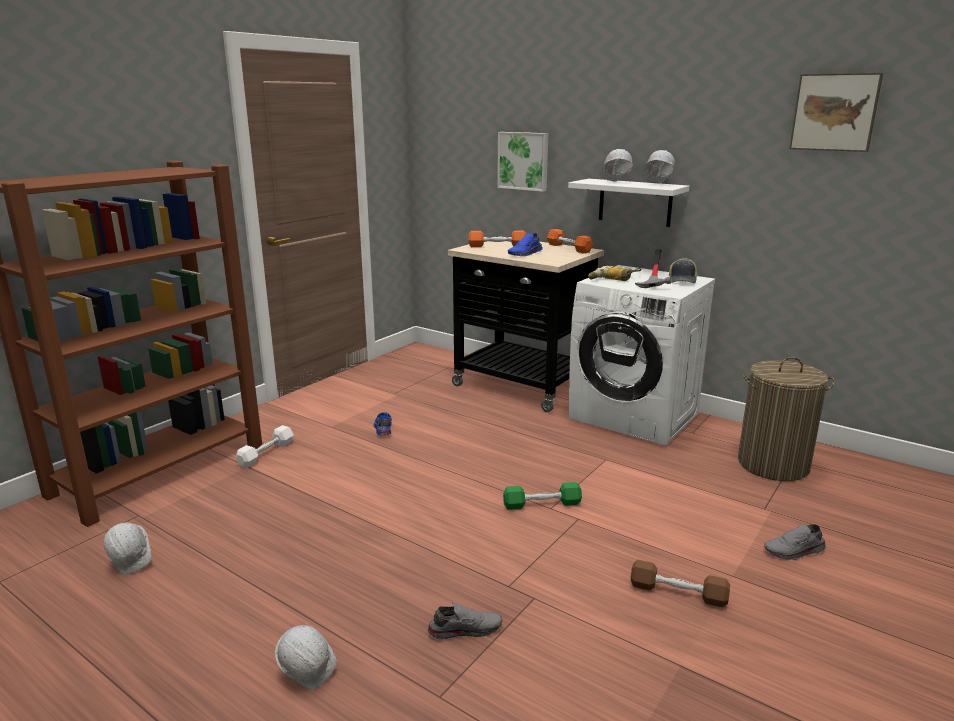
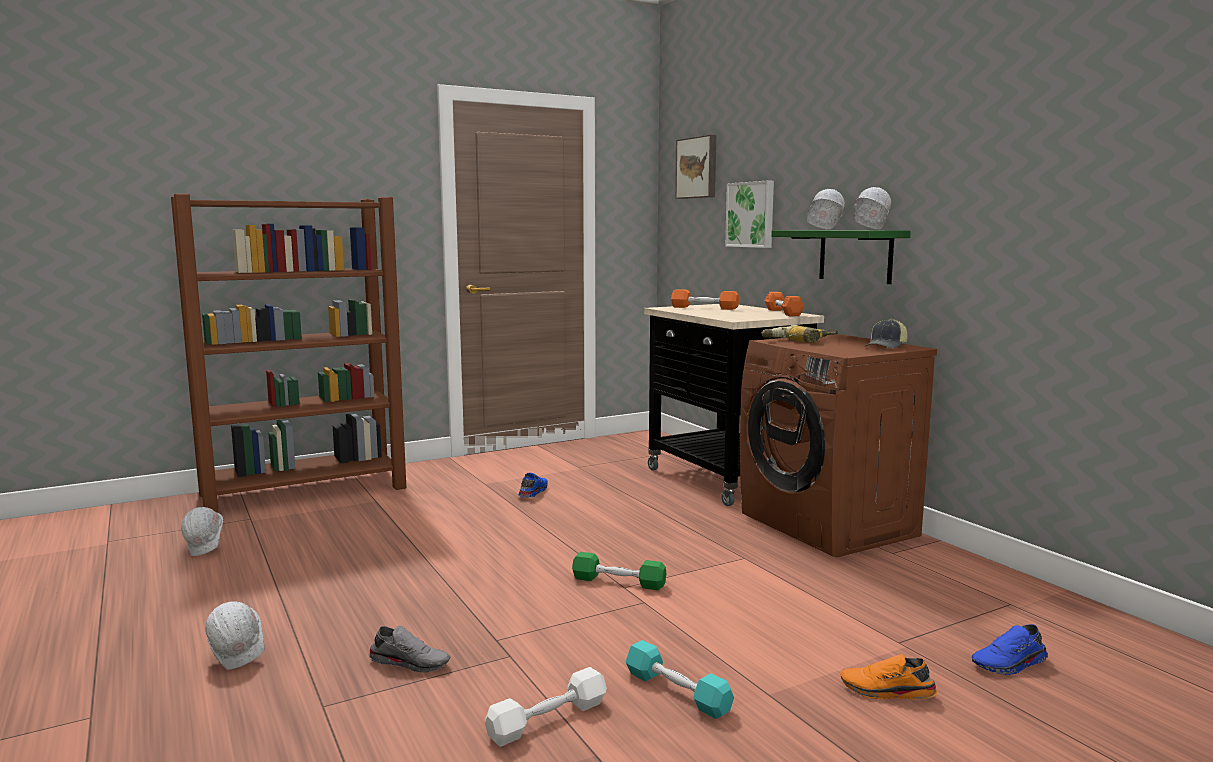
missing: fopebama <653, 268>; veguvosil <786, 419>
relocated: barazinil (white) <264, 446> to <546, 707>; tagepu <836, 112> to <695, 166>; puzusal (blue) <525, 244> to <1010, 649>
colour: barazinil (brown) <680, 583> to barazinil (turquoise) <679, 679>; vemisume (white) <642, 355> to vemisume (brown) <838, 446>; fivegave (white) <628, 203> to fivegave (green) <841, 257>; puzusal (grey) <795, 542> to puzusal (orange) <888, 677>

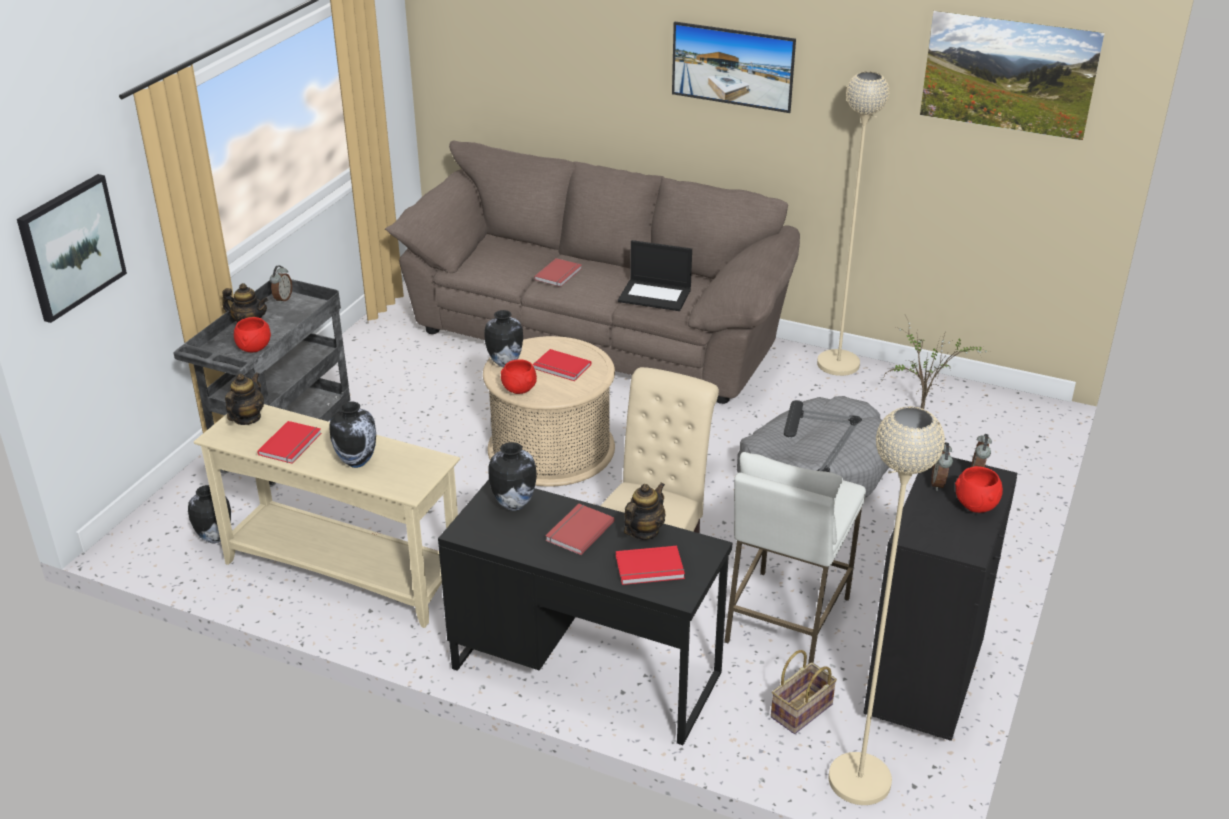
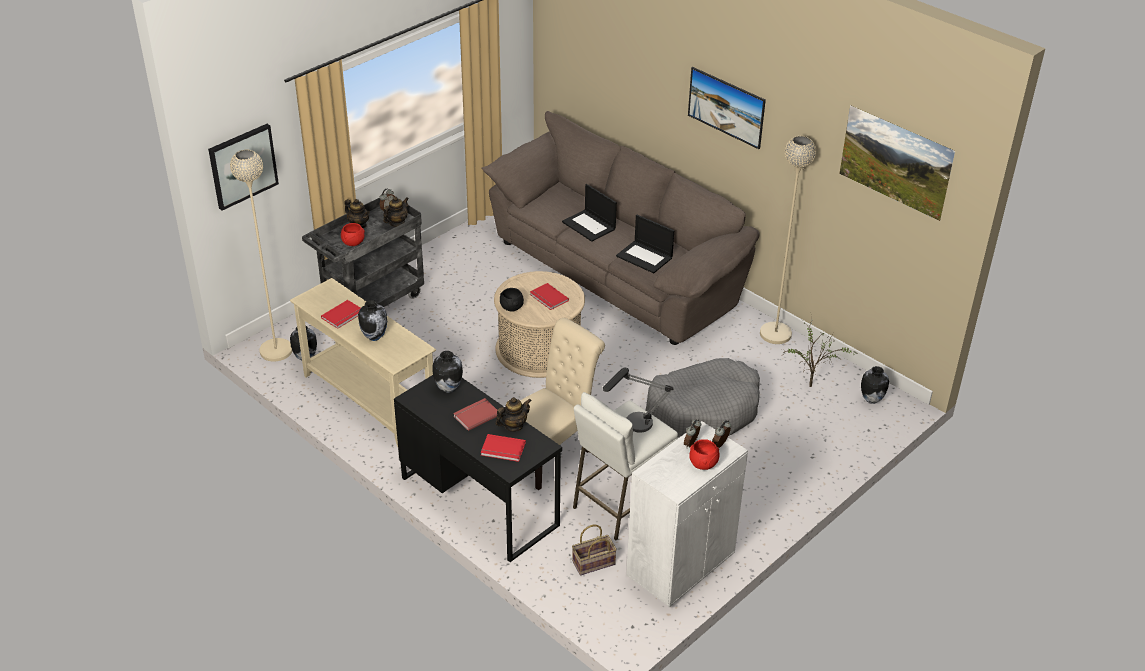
relocated: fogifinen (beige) <886, 605> to <261, 256>; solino <244, 399> to <396, 211>; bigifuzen <503, 338> to <875, 385>
exchanged: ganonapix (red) <558, 272> to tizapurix <589, 213>
colour: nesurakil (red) <519, 376> to nesurakil (black) <512, 299>; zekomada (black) <940, 599> to zekomada (white) <687, 514>

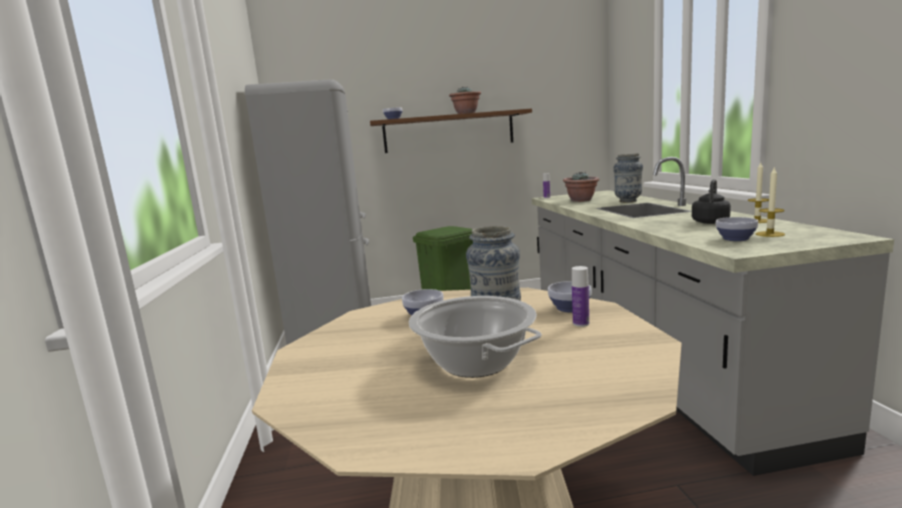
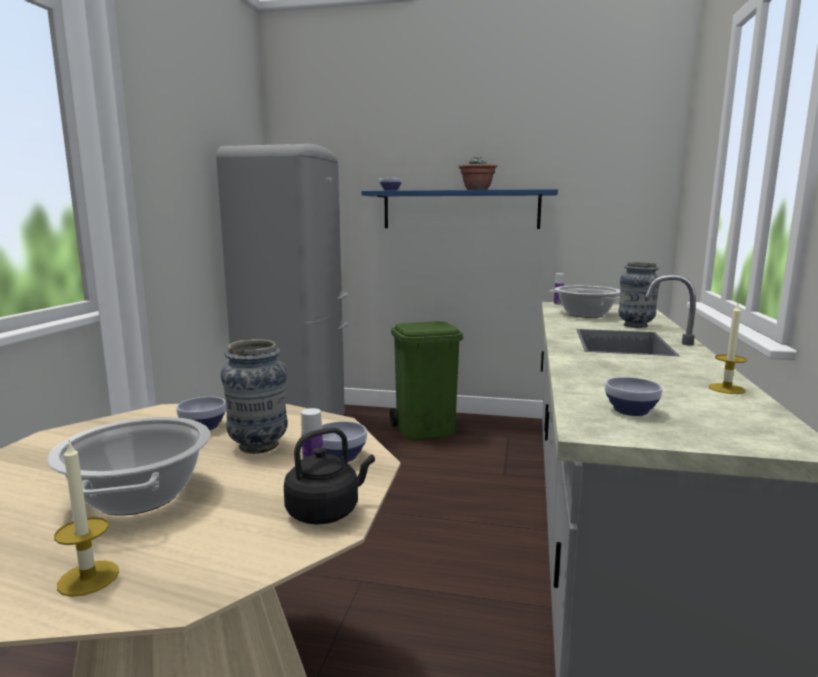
relocated: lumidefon <770, 201> to <86, 518>; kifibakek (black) <711, 201> to <329, 476>
exchanged: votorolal <581, 187> to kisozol <585, 302>
colour: fivegave (brown) <451, 131> to fivegave (blue) <460, 209>

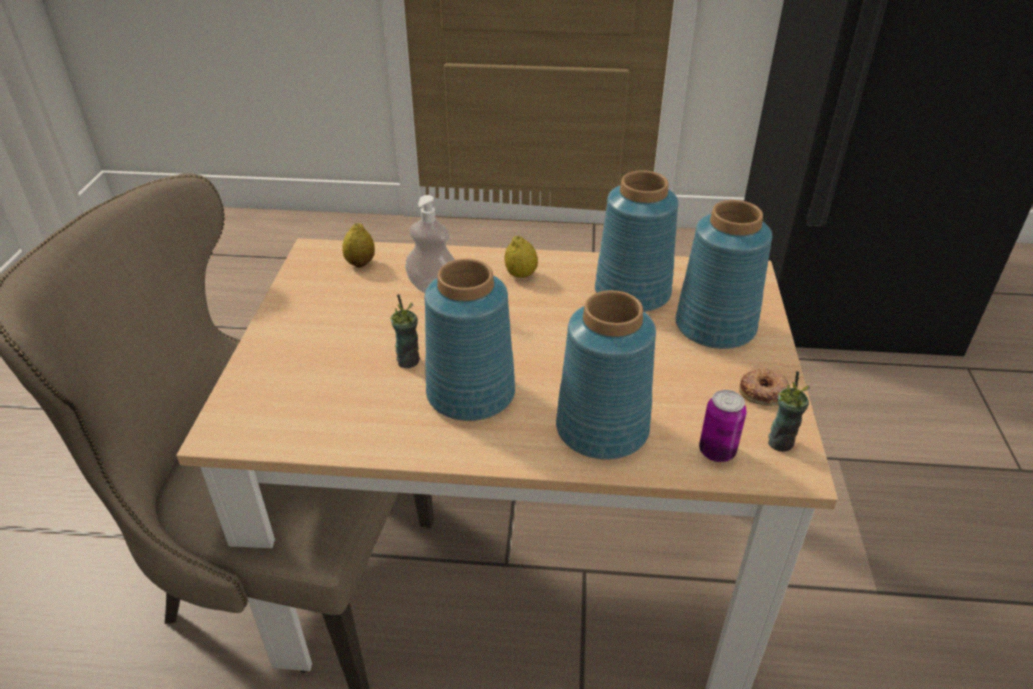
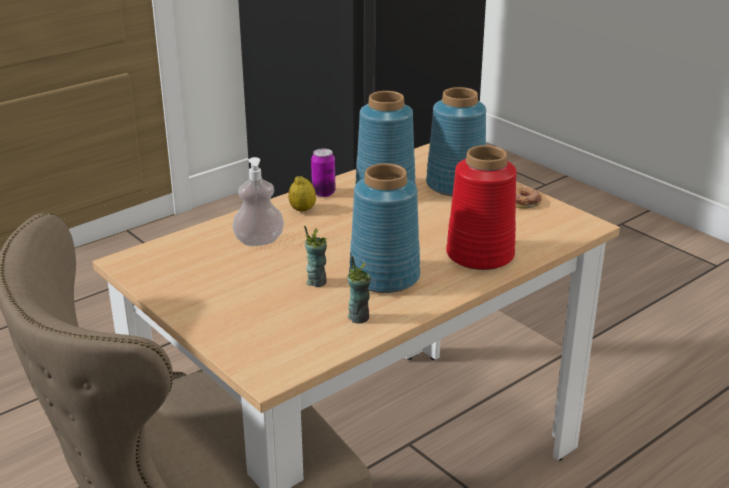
missing: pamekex <358, 245>
relocated: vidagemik <723, 426> to <323, 172>; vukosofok <789, 411> to <359, 290>
colour: bigifuzen (blue) <606, 375> to bigifuzen (red) <481, 207>

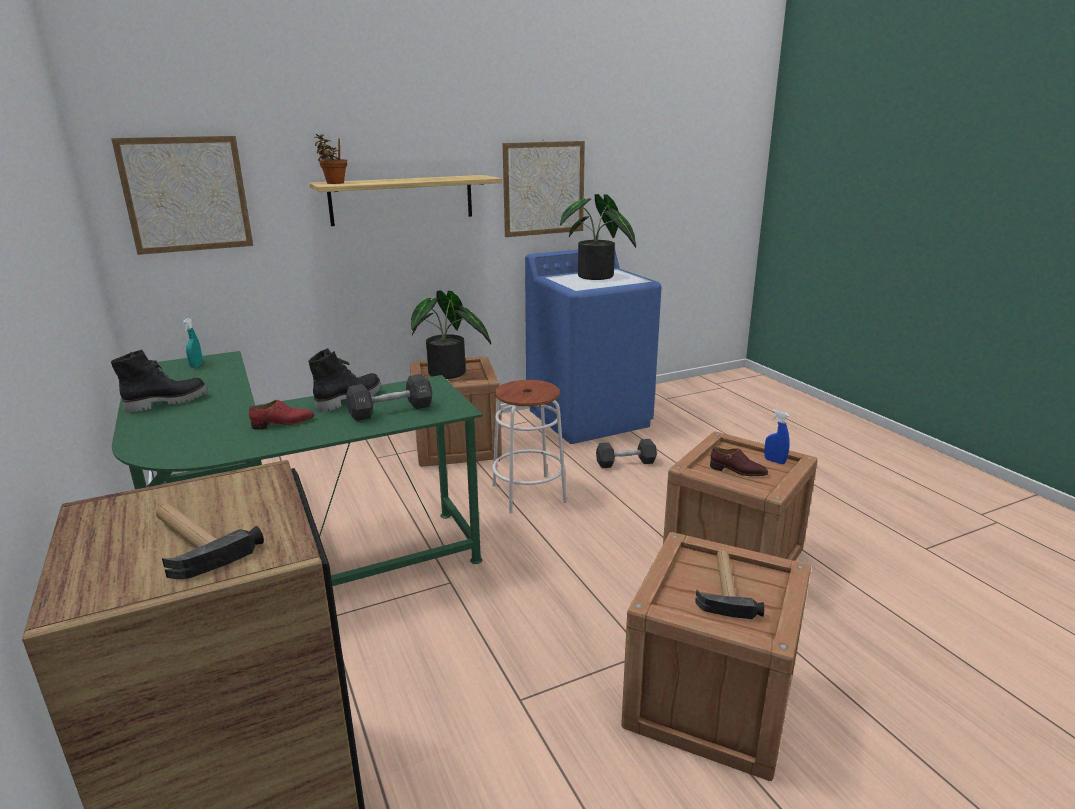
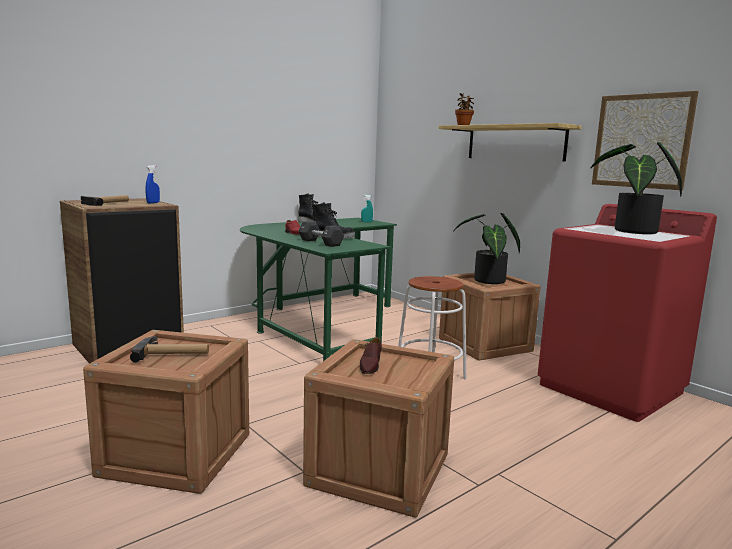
missing: tagepu <182, 194>; barazinil (black) <626, 453>
relocated: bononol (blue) <777, 436> to <152, 184>
colour: vemisume (blue) <593, 347> to vemisume (red) <627, 313>

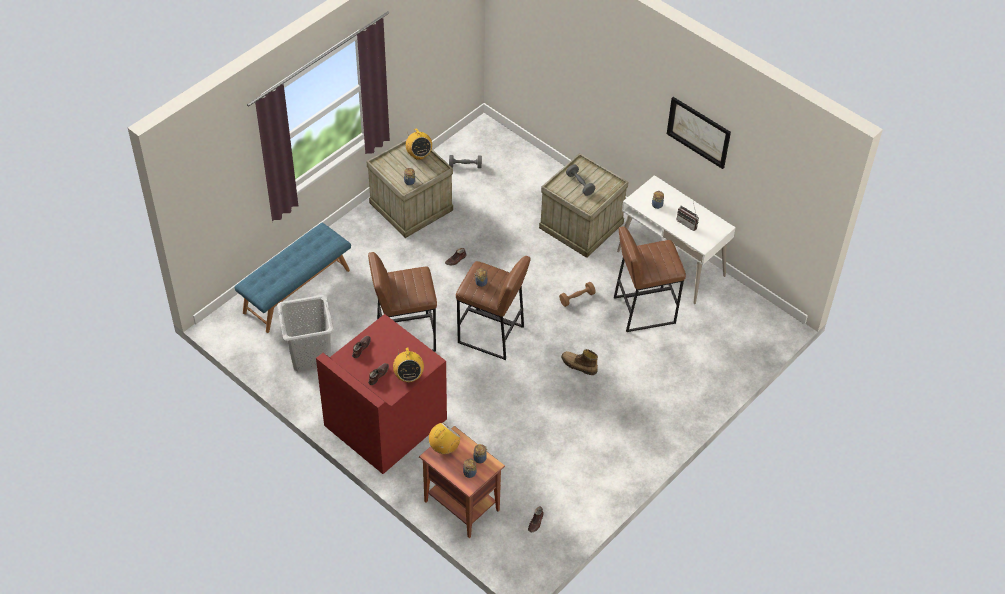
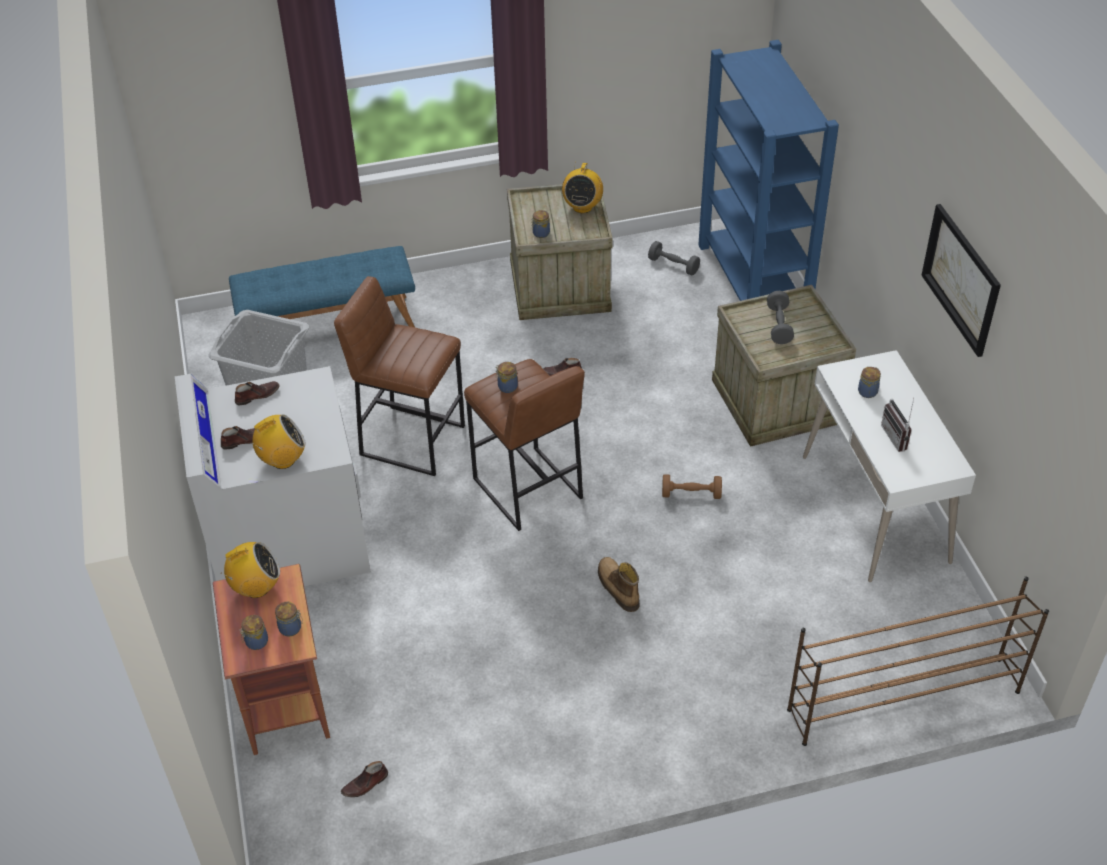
missing: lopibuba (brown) <650, 279>
appeared: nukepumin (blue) <768, 170>; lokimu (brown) <918, 661>
colour: vemisume (red) <381, 394> to vemisume (white) <273, 476>
spun: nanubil <408, 365> = <279, 441> 135 degrees counterclockwise

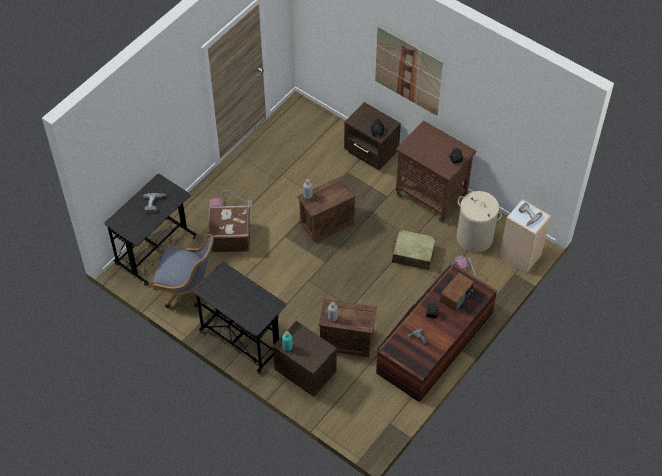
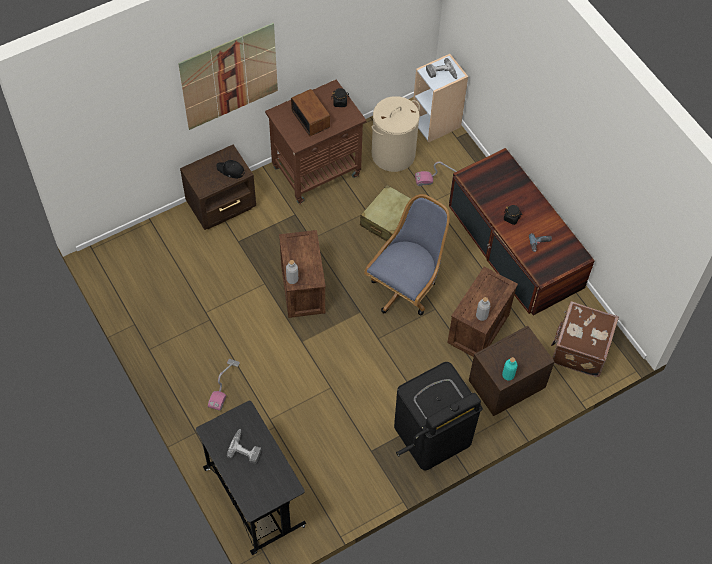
relocated: nanubil <457, 291> to <310, 112>; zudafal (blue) <183, 271> to <407, 254>; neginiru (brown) <229, 228> to <585, 339>
exchanged: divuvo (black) <239, 318> to vemisume (black) <438, 416>

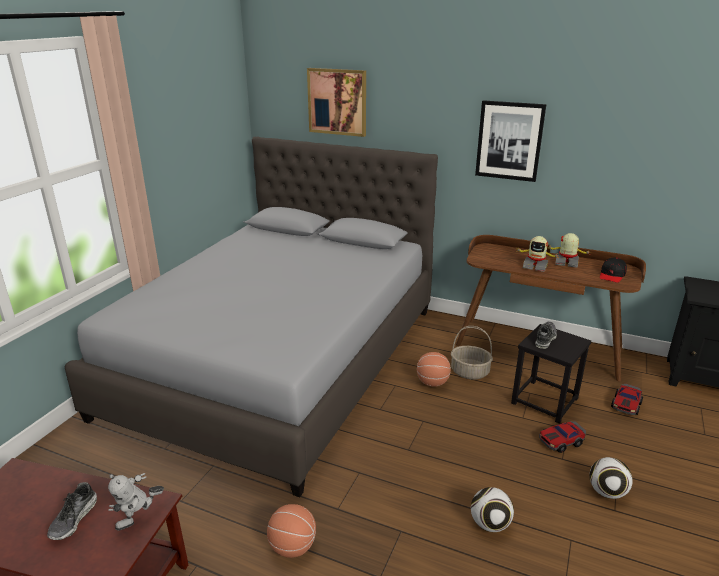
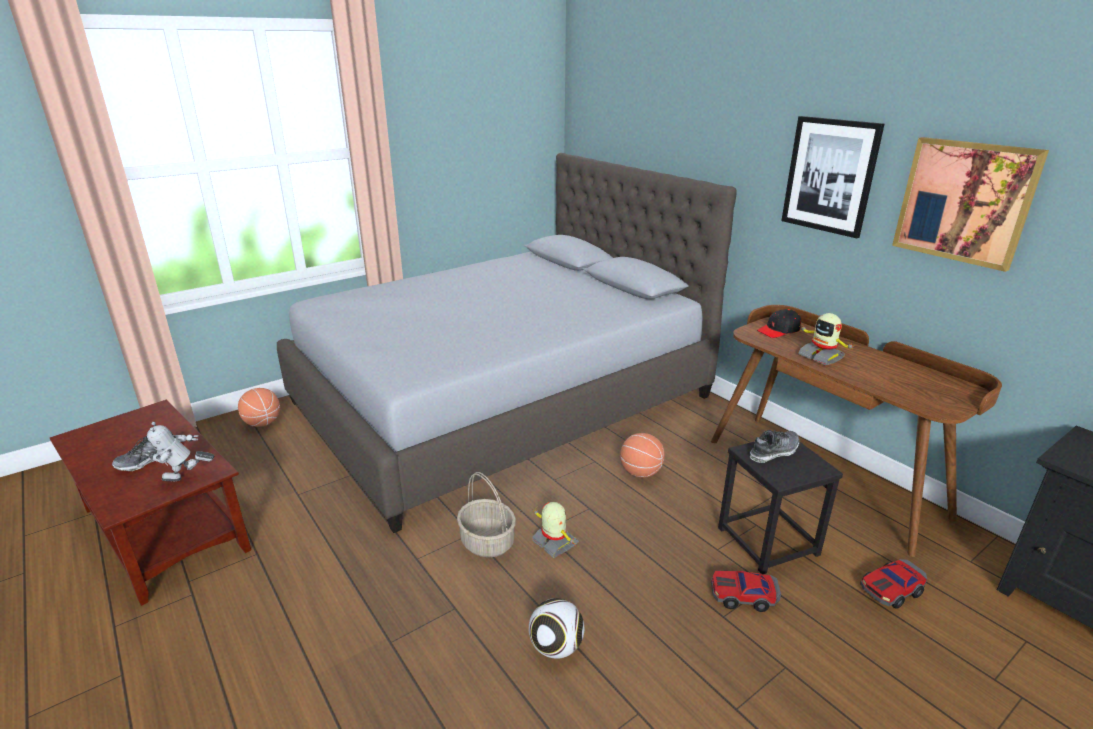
missing: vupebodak <611, 478>
relocated: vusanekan <291, 531> to <259, 407>; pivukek <472, 353> to <486, 515>; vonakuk <569, 250> to <555, 530>; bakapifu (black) <613, 270> to <779, 323>; tagepu <336, 102> to <970, 204>

